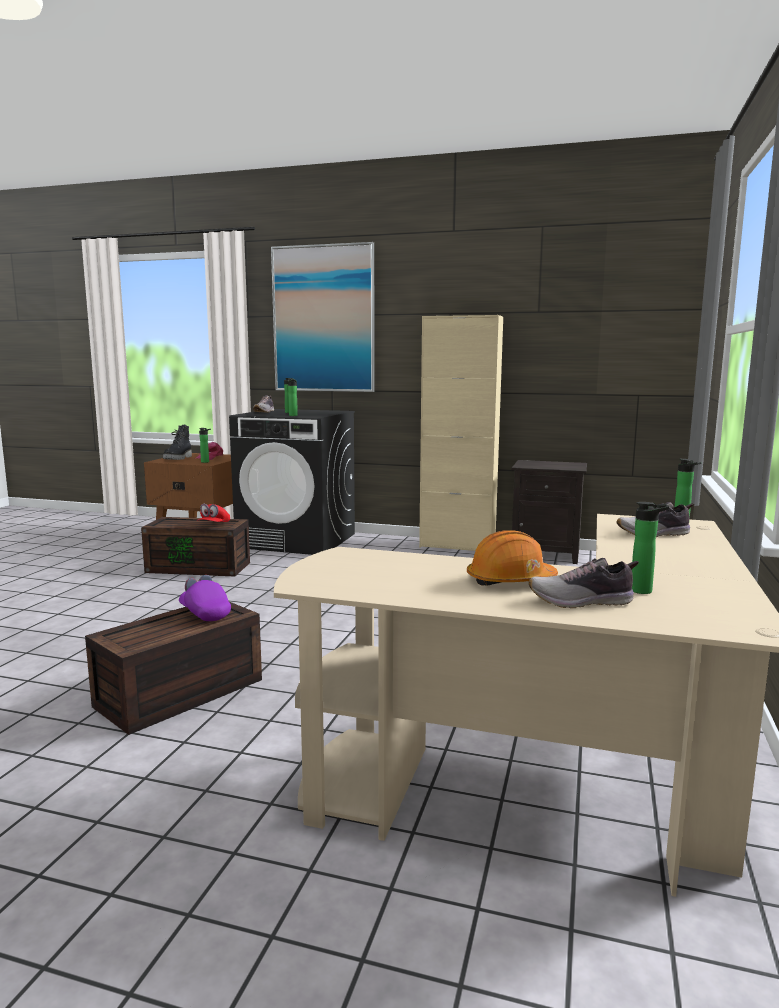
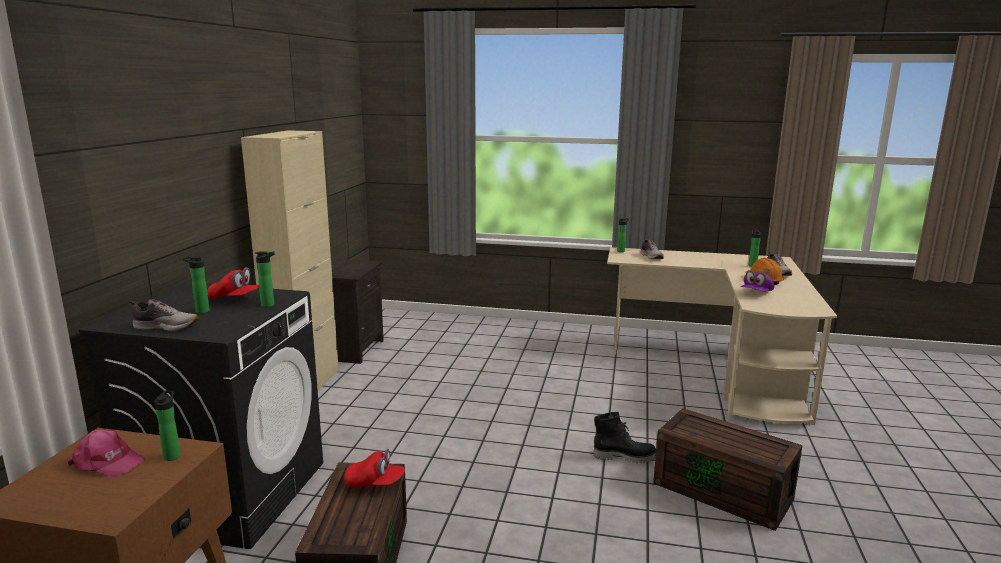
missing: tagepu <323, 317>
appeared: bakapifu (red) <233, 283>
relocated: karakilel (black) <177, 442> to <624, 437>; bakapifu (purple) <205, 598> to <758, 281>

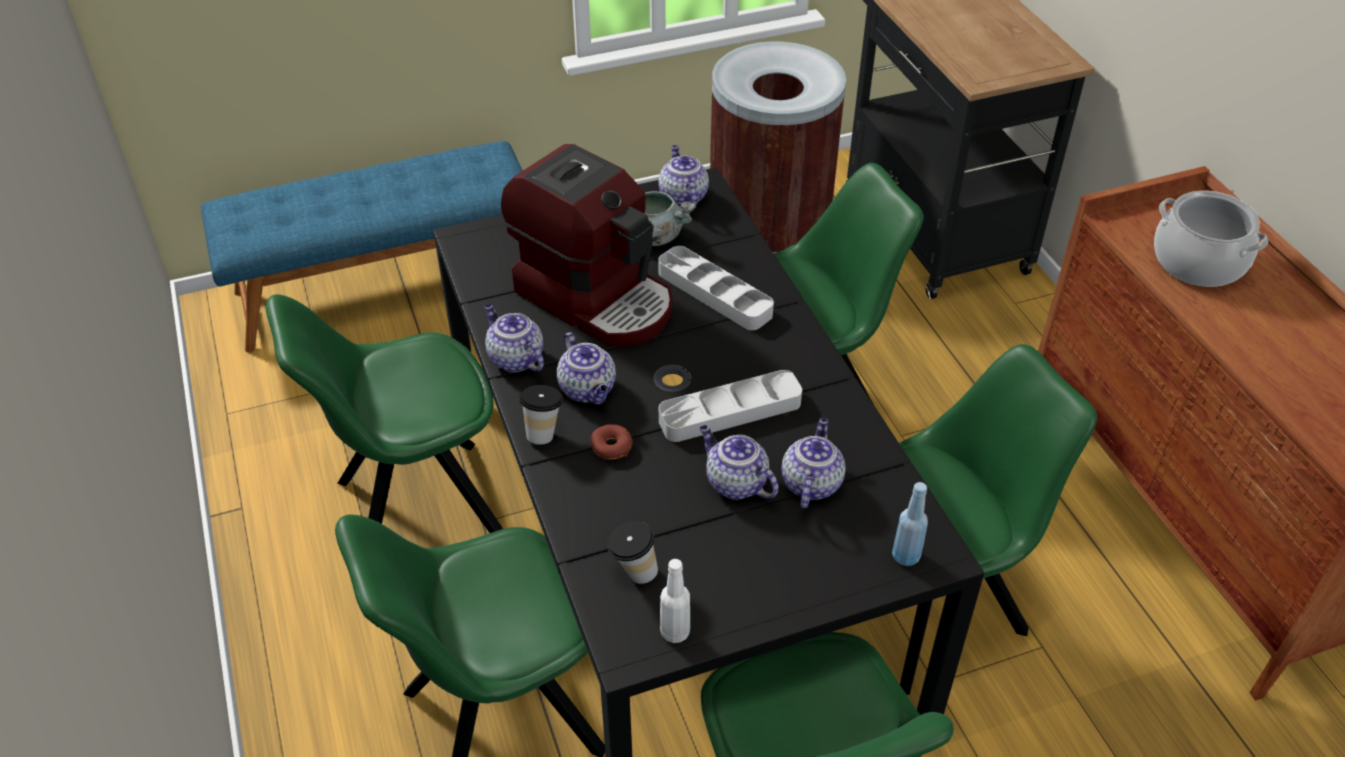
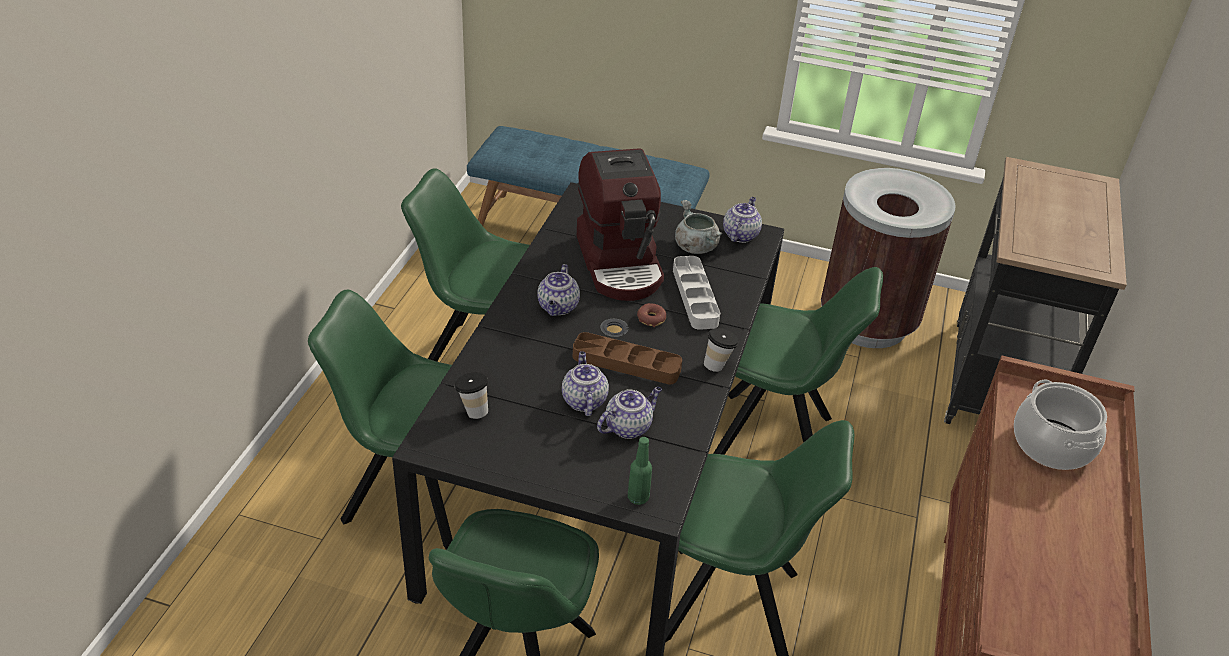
missing: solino <514, 338>; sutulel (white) <675, 601>
relocated: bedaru <611, 442> to <651, 315>; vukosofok <541, 414> to <721, 350>
colour: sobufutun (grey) <730, 406> to sobufutun (brown) <627, 358>; sutulel (blue) <910, 524> to sutulel (green) <640, 471>

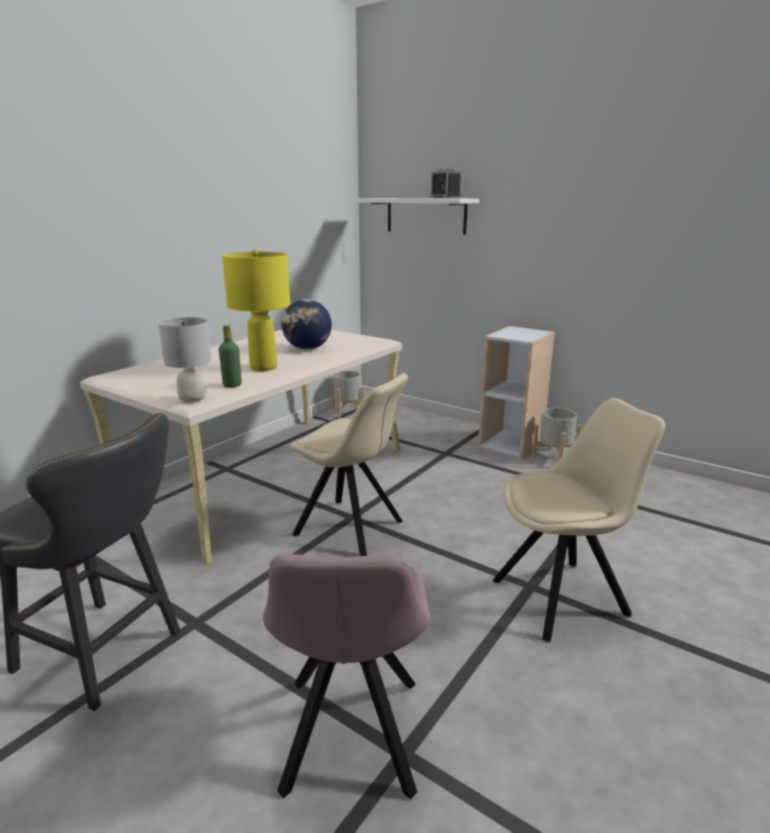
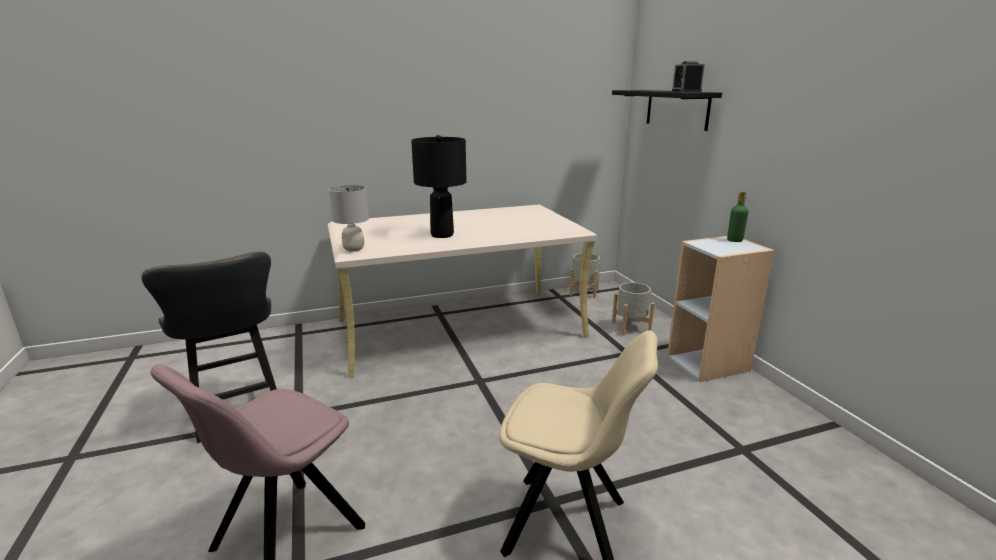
missing: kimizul <307, 324>; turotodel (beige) <349, 464>
relocated: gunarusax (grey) <557, 433> to <633, 309>; sutulel (green) <230, 356> to <738, 216>
colour: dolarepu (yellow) <256, 310> to dolarepu (black) <438, 186>; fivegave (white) <418, 216> to fivegave (black) <667, 110>

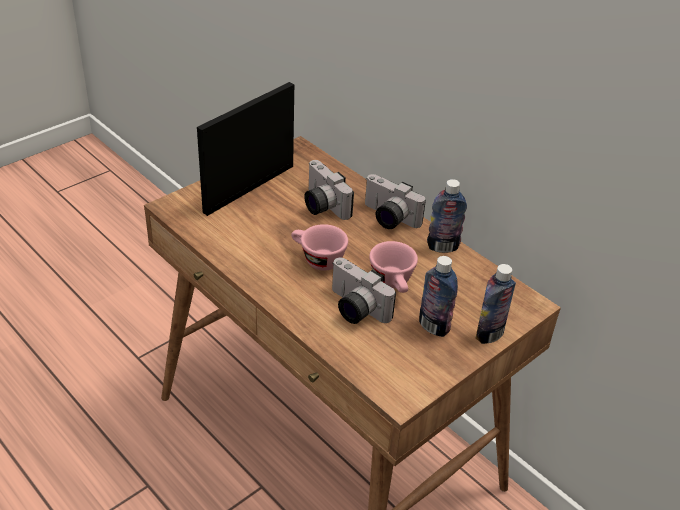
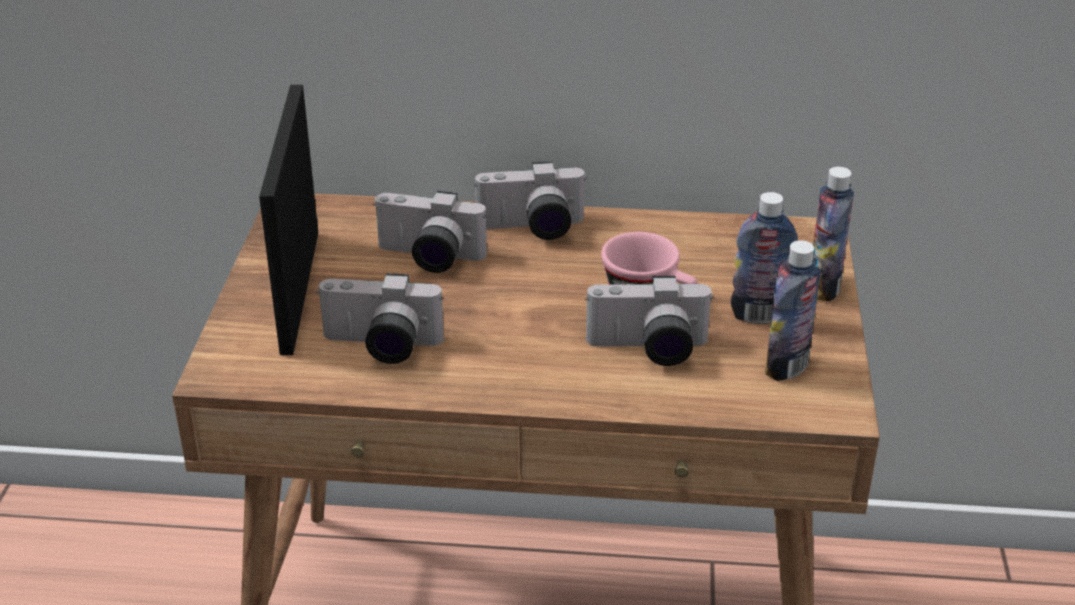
missing: vukosofok (pink) <319, 247>
appeared: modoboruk <380, 318>
relocated: sutulel <447, 216> to <793, 310>

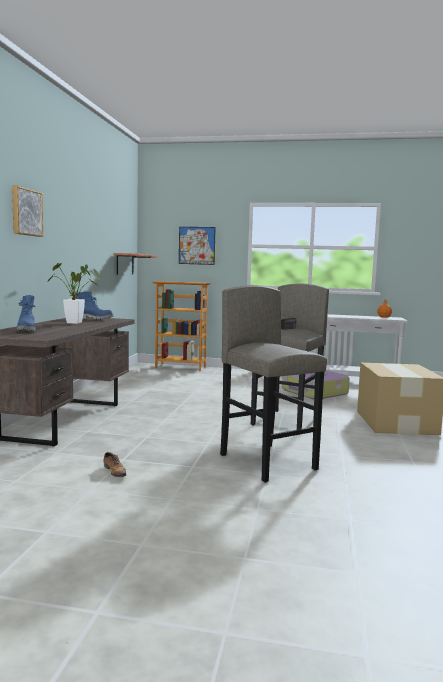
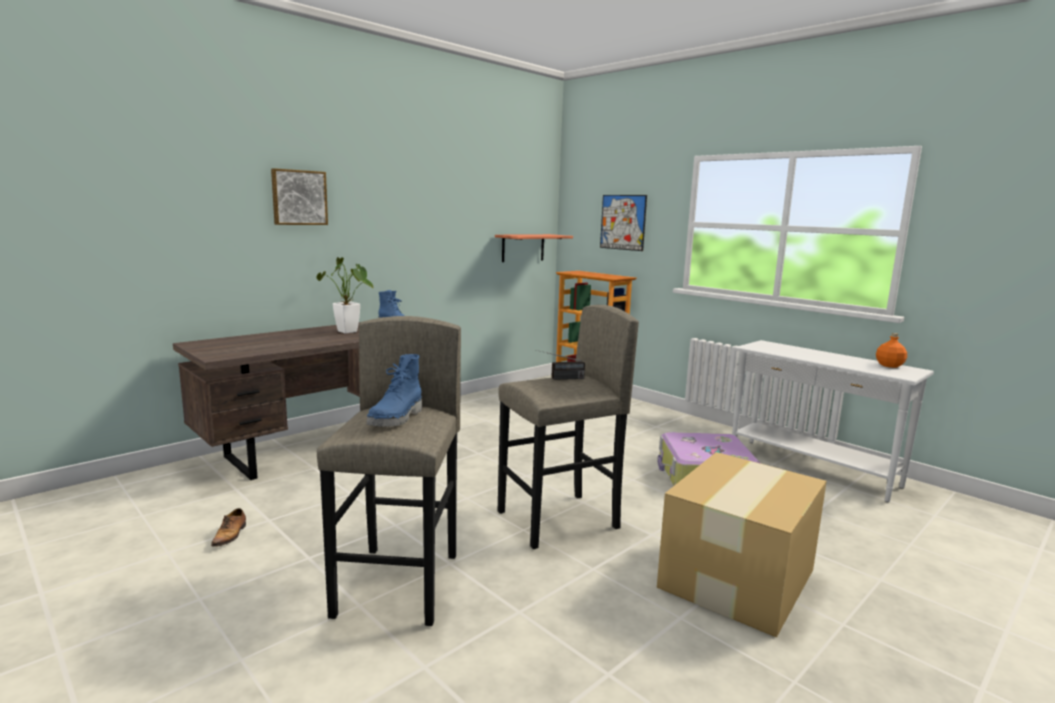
relocated: karakilel (blue) <26, 313> to <394, 390>

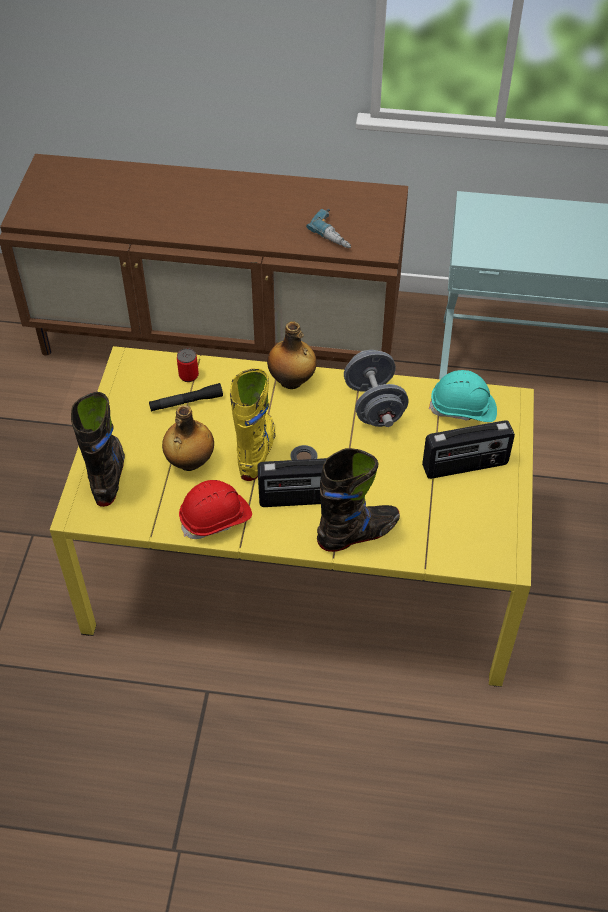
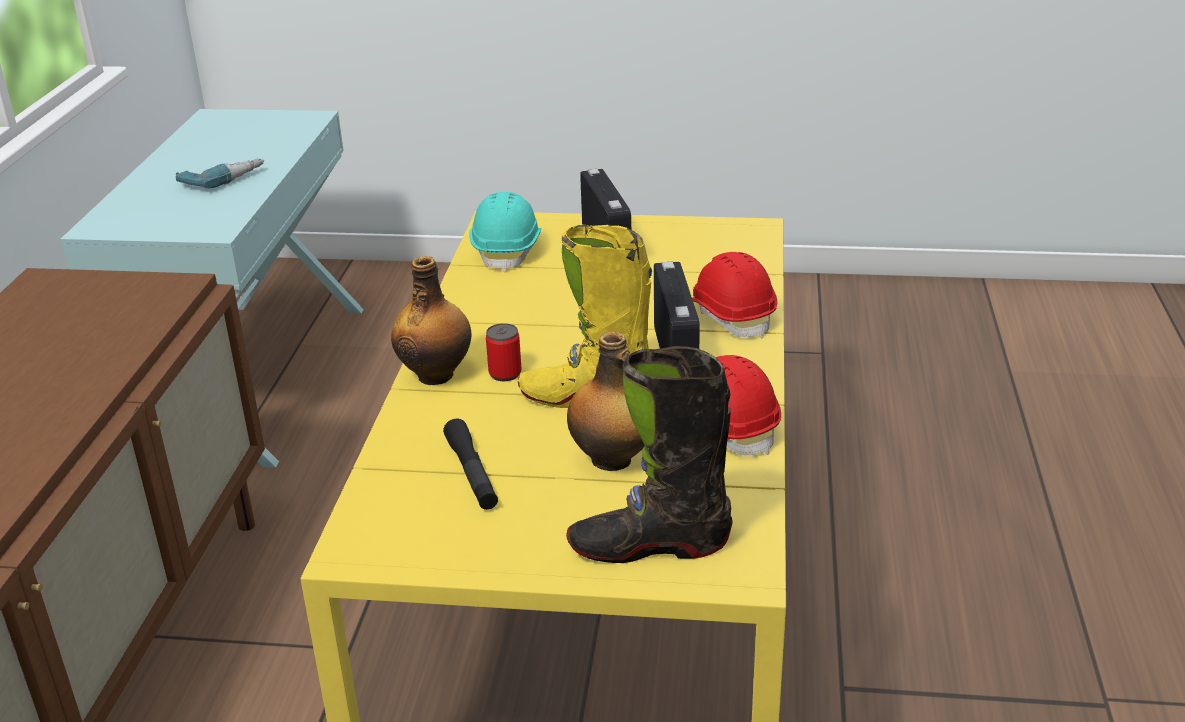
missing: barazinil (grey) <376, 388>
relocated: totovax <328, 228> to <220, 173>; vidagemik <188, 365> to <504, 352>
exchanged: karakilel (black) <358, 500> to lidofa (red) <734, 295>

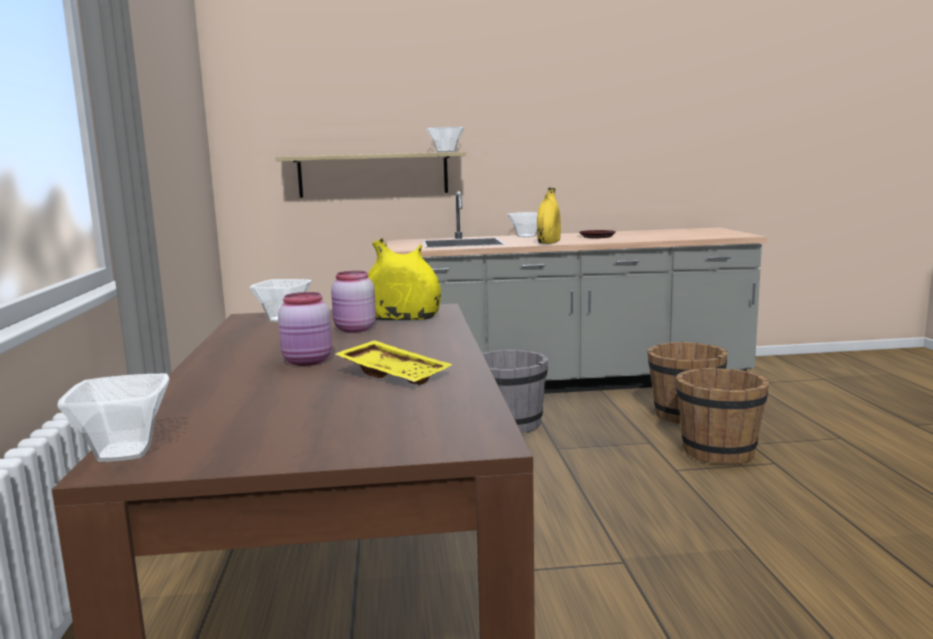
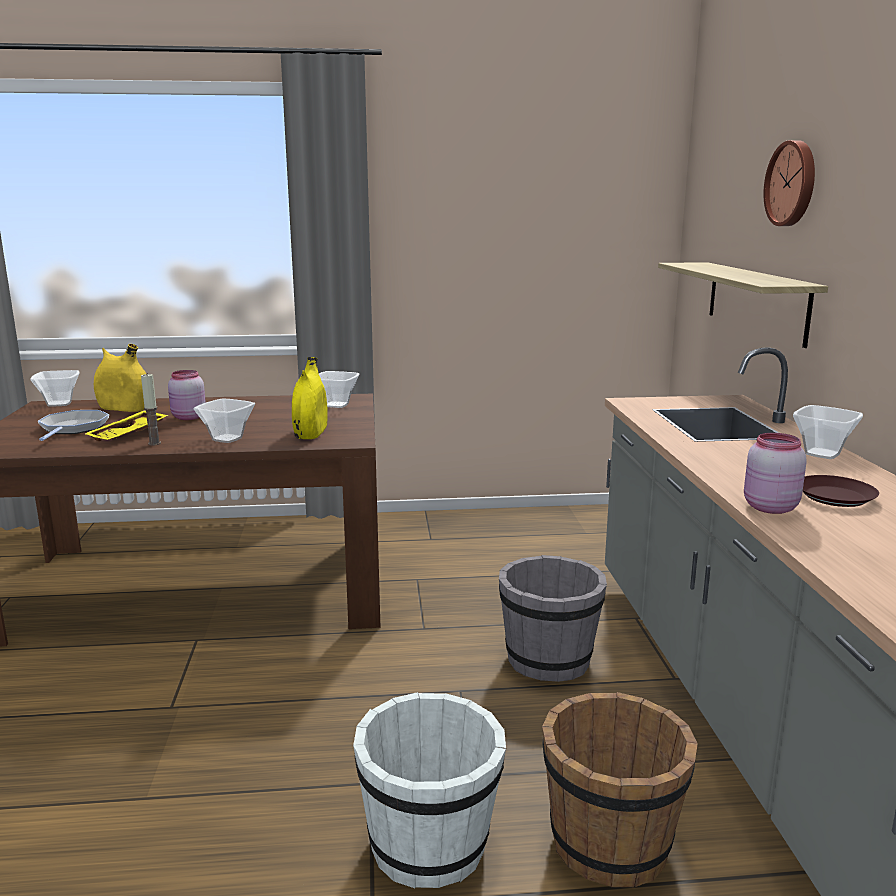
appeared: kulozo <73, 425>; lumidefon <151, 409>; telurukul <789, 183>
relocated: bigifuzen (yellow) <549, 215> to <120, 378>; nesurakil <445, 139> to <224, 421>; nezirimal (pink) <353, 302> to <775, 473>
colour: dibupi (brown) <722, 416> to dibupi (white) <429, 790>

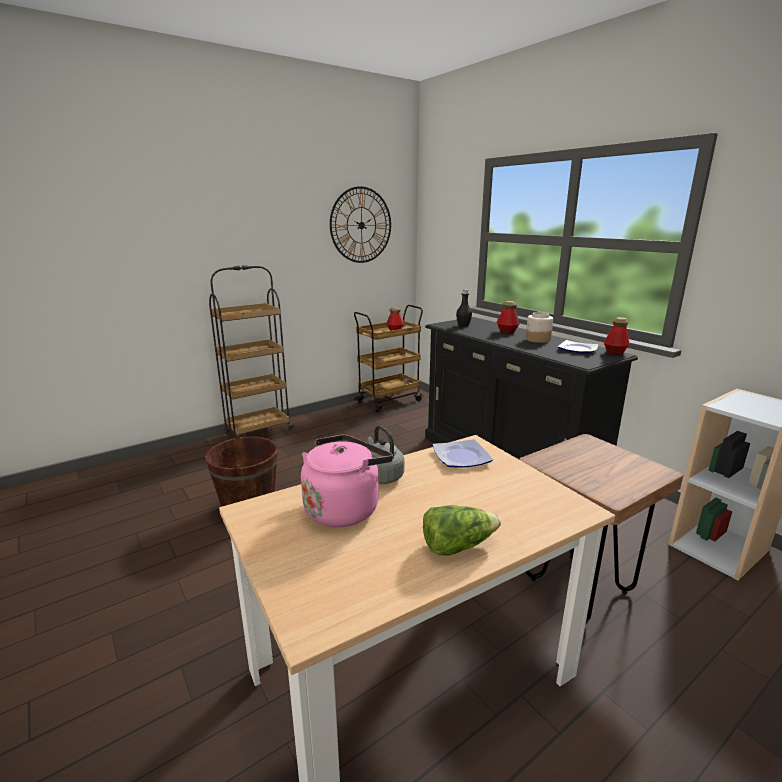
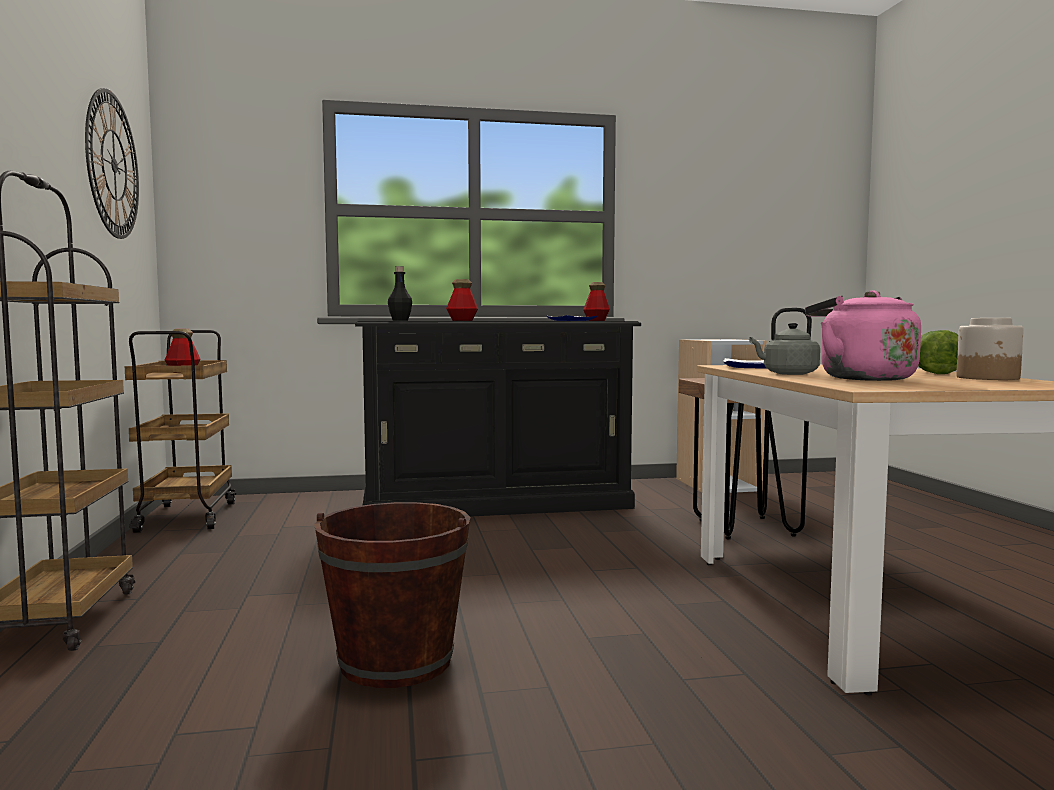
relocated: nezirimal <539, 327> to <990, 349>

